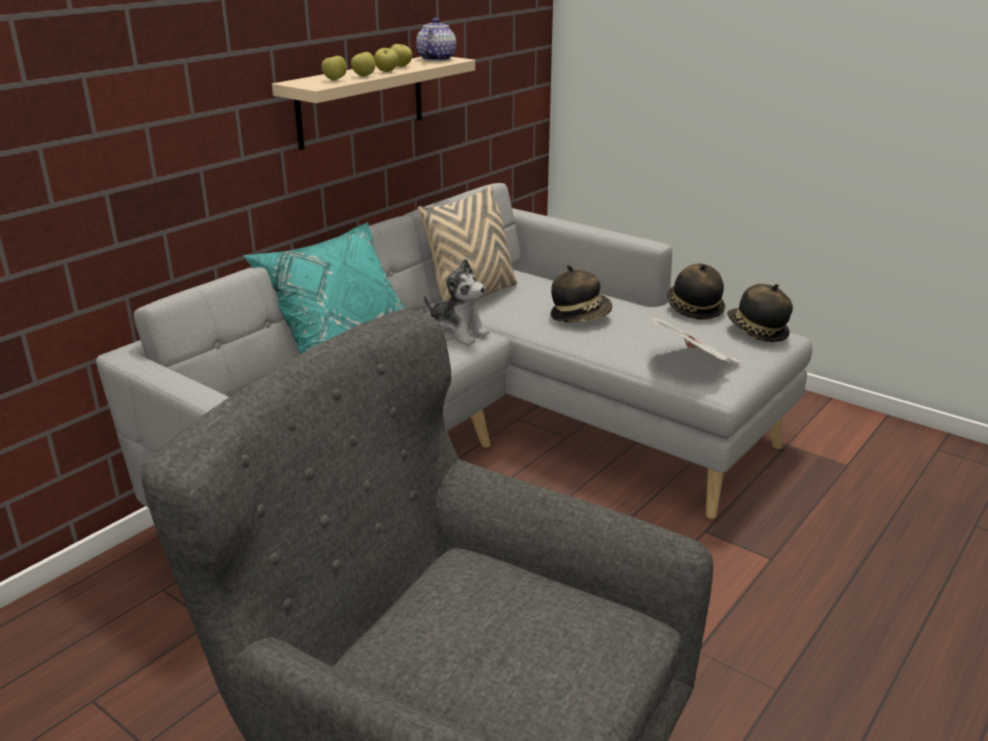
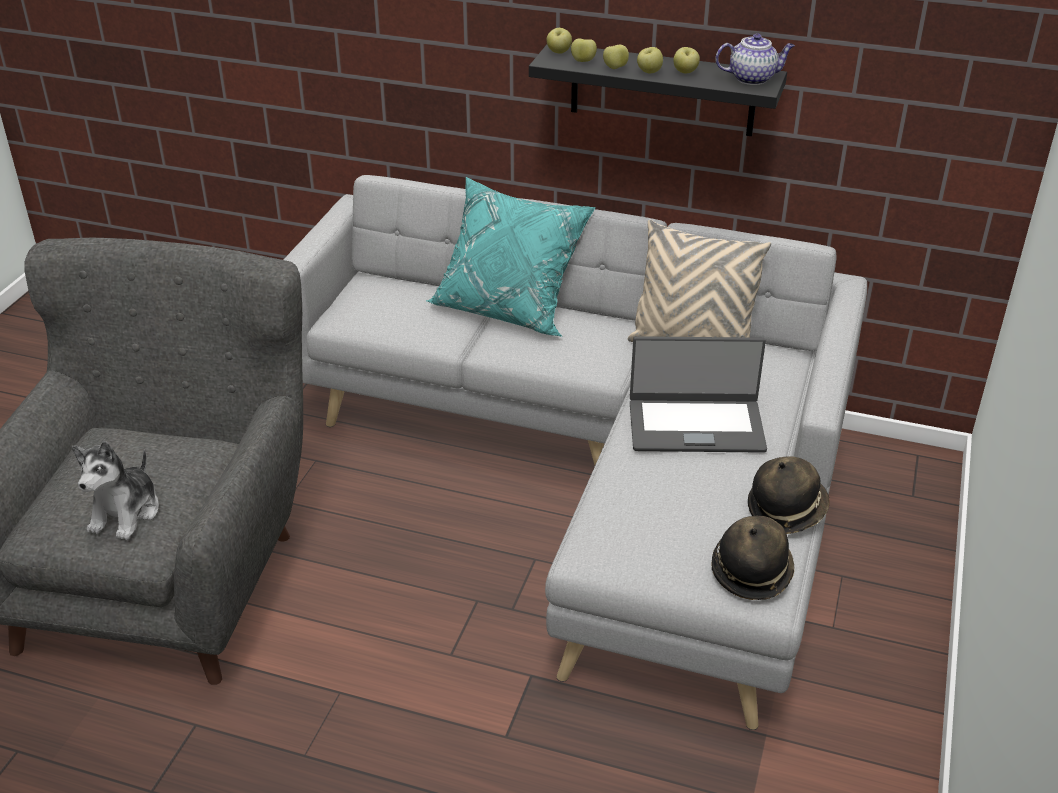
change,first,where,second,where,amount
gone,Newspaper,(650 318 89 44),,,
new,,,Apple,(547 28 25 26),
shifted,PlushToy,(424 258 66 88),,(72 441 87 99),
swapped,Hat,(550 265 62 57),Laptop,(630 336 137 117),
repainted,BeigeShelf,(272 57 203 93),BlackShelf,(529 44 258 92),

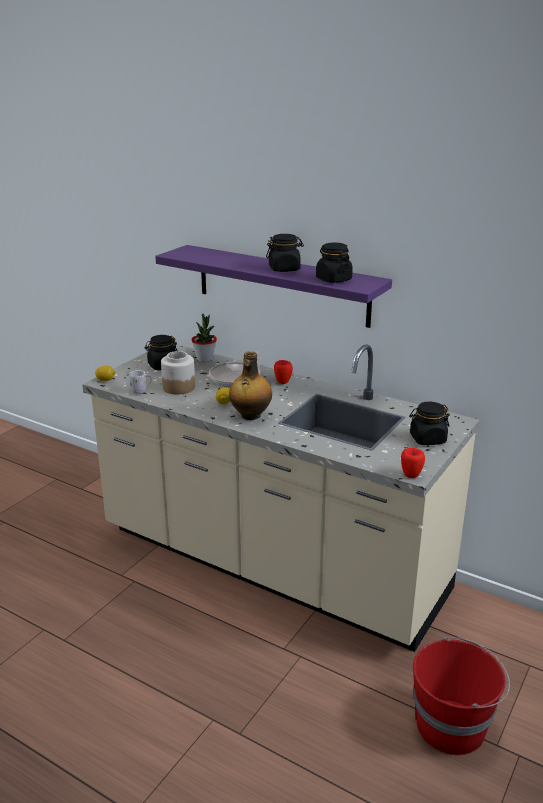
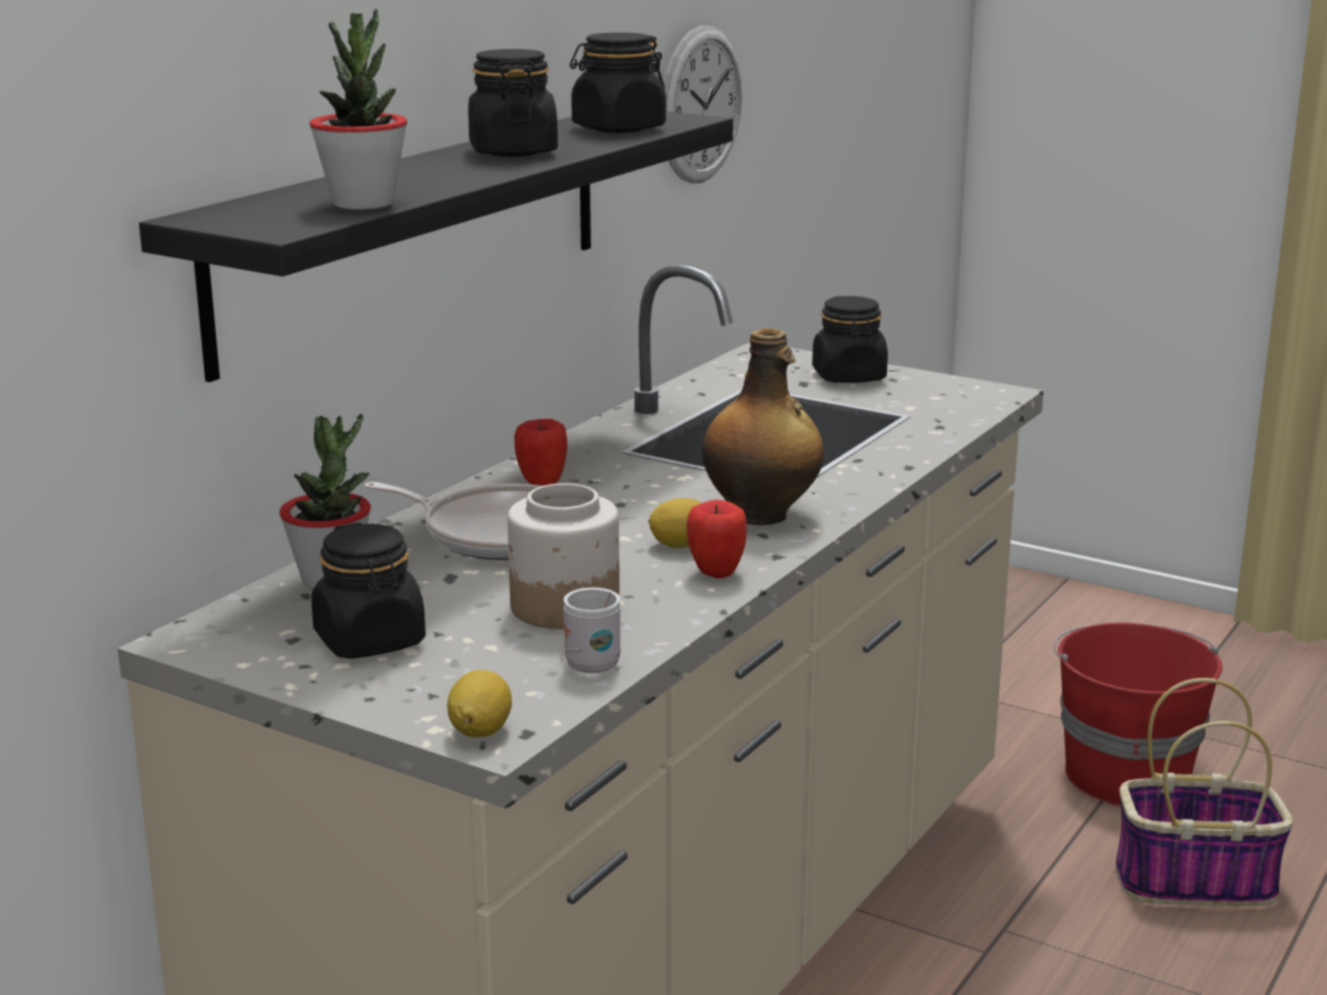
change,first,where,second,where,amount
new,,,PottedPlant,(309 9 98 201),
new,,,WallClock,(664 25 78 159),
new,,,Basket,(1116 678 177 228),
shifted,Apple,(401 448 24 30),,(687 500 60 78),
repainted,PurpleShelf,(155 245 237 83),BlackShelf,(139 111 594 271),

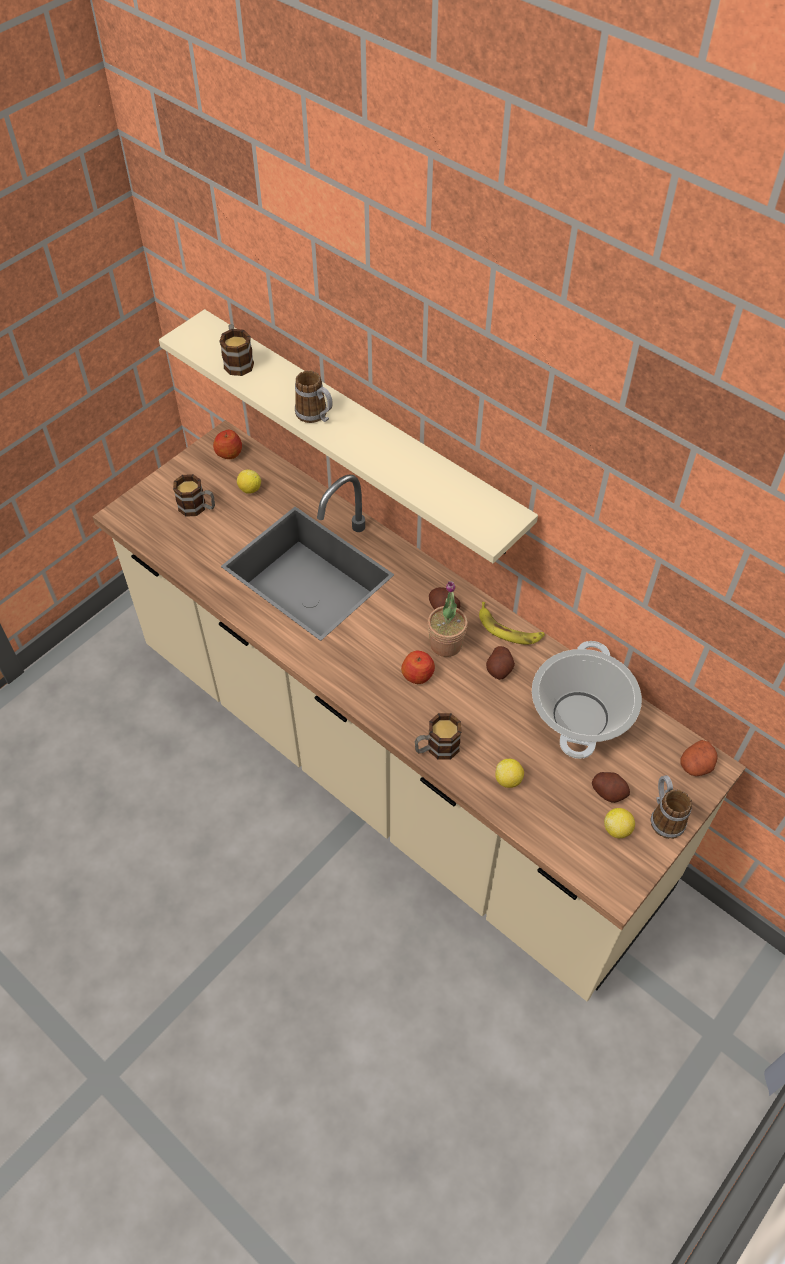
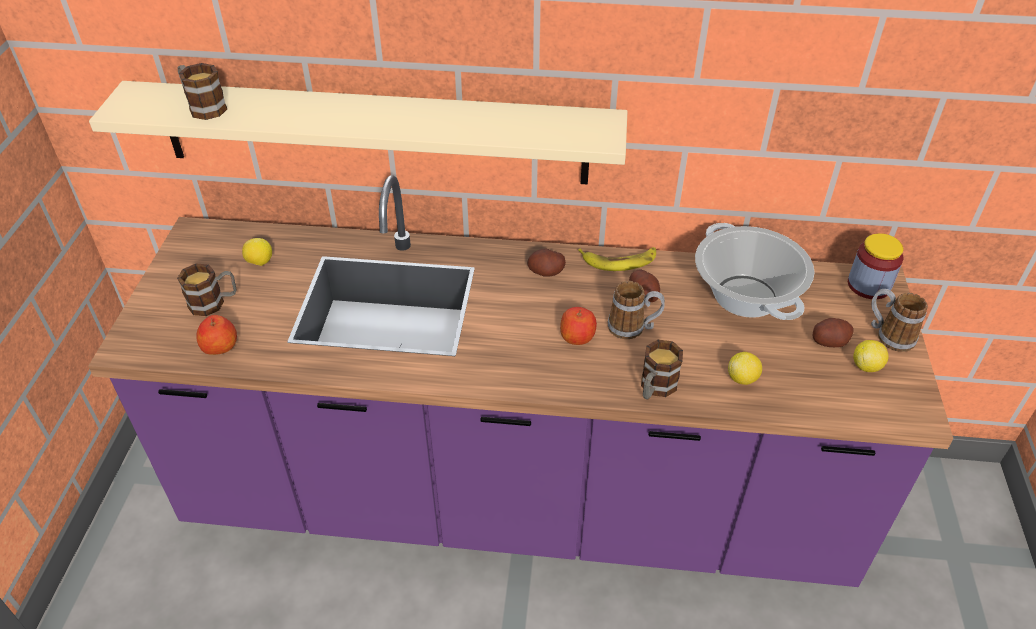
change,first,where,second,where,amount
gone,PottedPlant,(428 581 40 76),,,
shifted,Apple,(213 430 29 29),,(197 315 40 40),
shifted,Mug,(295 370 38 53),,(608 281 57 58),
swapped,Potato,(680 740 38 36),Jar,(848 233 55 66),
repainted,BeigeCounter,(92 420 654 581),PurpleCounter,(88 175 865 412),

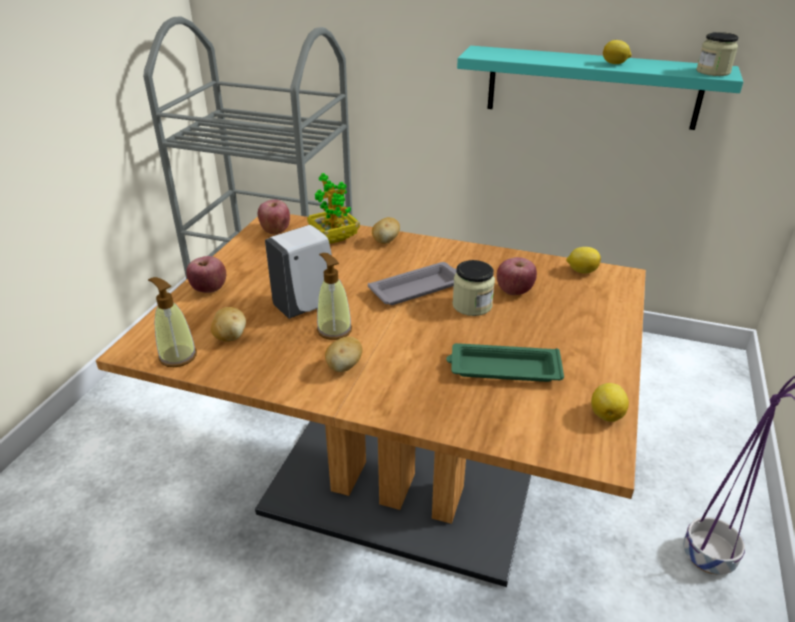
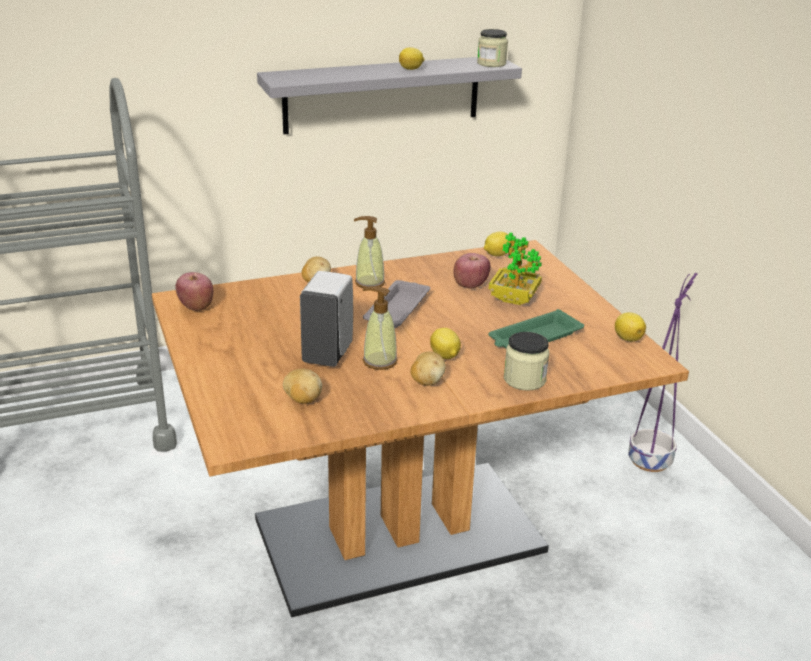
change,first,where,second,where,amount
gone,Apple,(186 256 40 37),,,
new,,,Lemon,(430 328 31 31),
shifted,SoapDispenser,(148 277 49 90),,(354 216 31 72),
shifted,PottedPlant,(307 173 53 71),,(489 233 53 72),
shifted,Jar,(452 260 43 56),,(504 332 45 59),
repainted,TurquoiseShelf,(457 46 286 84),GreyShelf,(257 57 265 77),

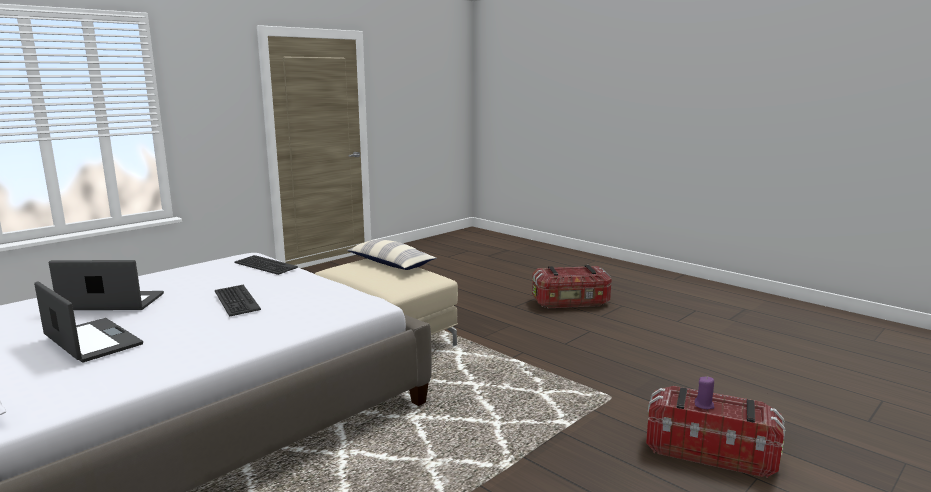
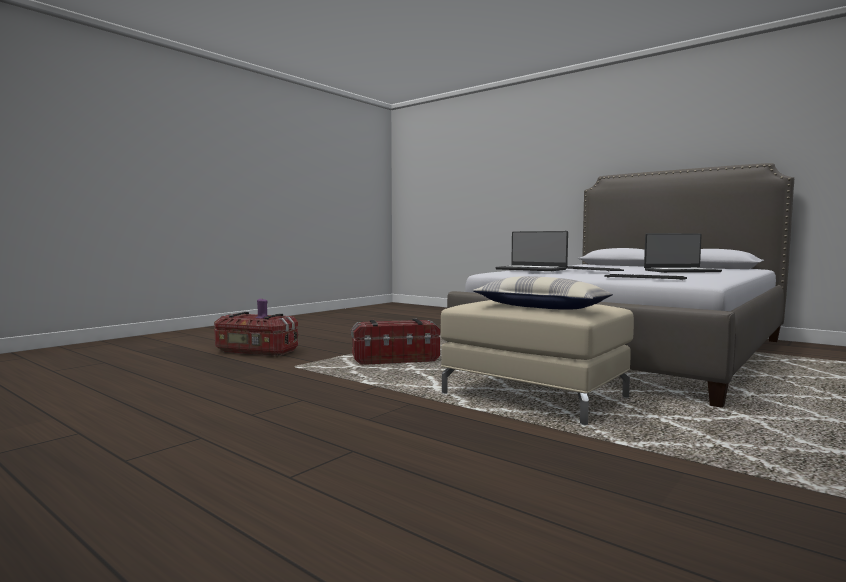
change,first,where,second,where,amount
shifted,Laptop,(34 281 109 81),,(496 231 72 40),
shifted,StorageBox,(532 265 80 43),,(351 319 89 46),

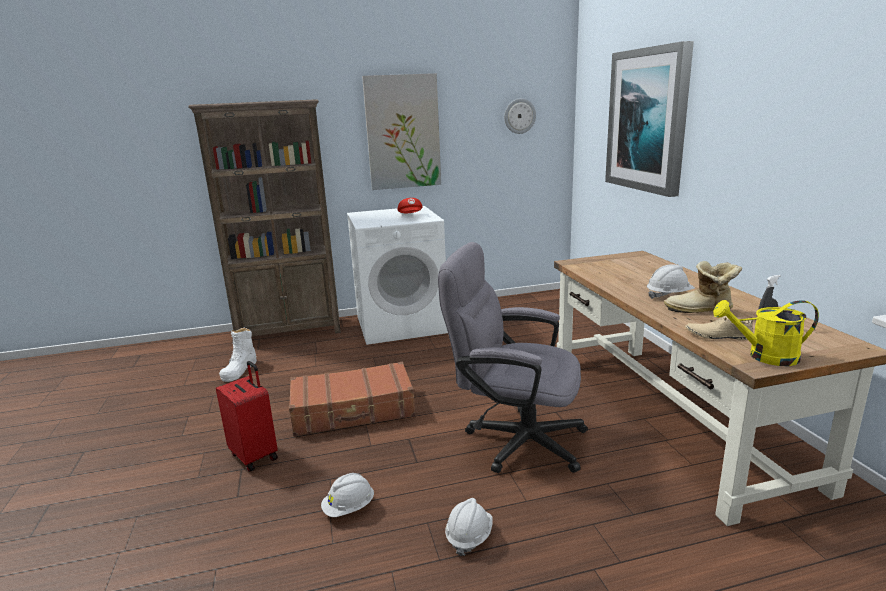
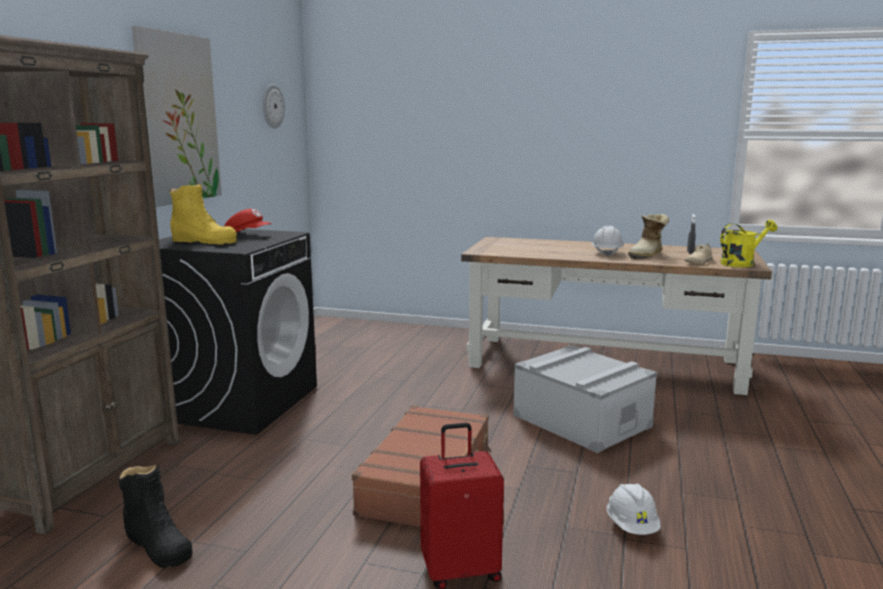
change,first,where,second,where,amount
gone,WhiteHardHat,(445 498 48 58),,,
gone,Picture,(605 41 89 156),,,
new,,,YellowBoot,(170 184 67 61),
swapped,GreyOfficeChair,(438 242 150 231),GreyStorageBox,(513 345 144 108),
repainted,WhiteBoot,(219 327 38 55),BlackBoot,(118 464 75 104),
repainted,WhiteWashingMachine,(347 206 101 139),BlackWashingMachine,(159 229 158 206),
rotated,YellowWateringCan,(713 300 106 66),,(720 220 57 47),150 degrees counterclockwise

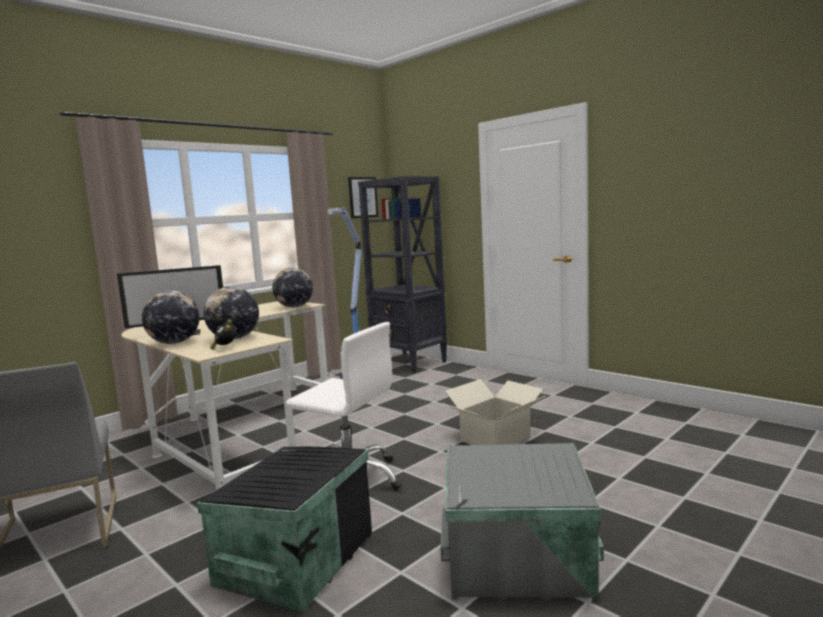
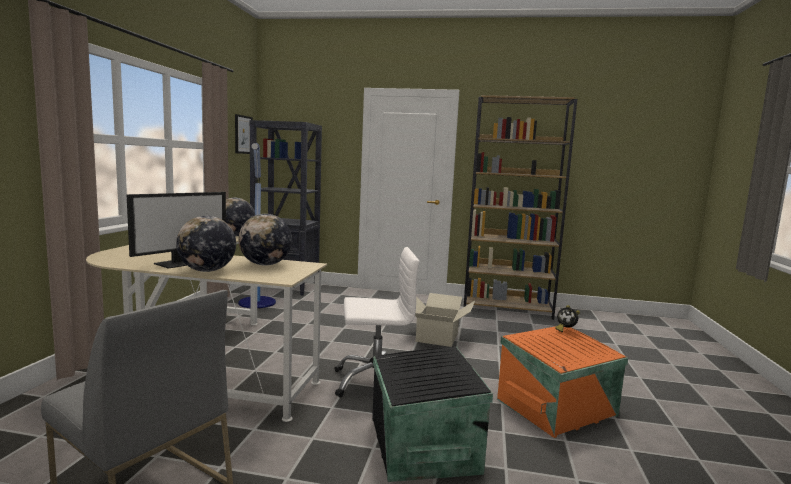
change,first,where,second,where,amount
new,,,BrownBookcase,(463 95 114 225),
shifted,AlarmClock,(210 319 26 31),,(555 305 25 27),
repainted,GreyStorageBox,(440 443 164 157),OrangeStorageBox,(497 326 131 112),

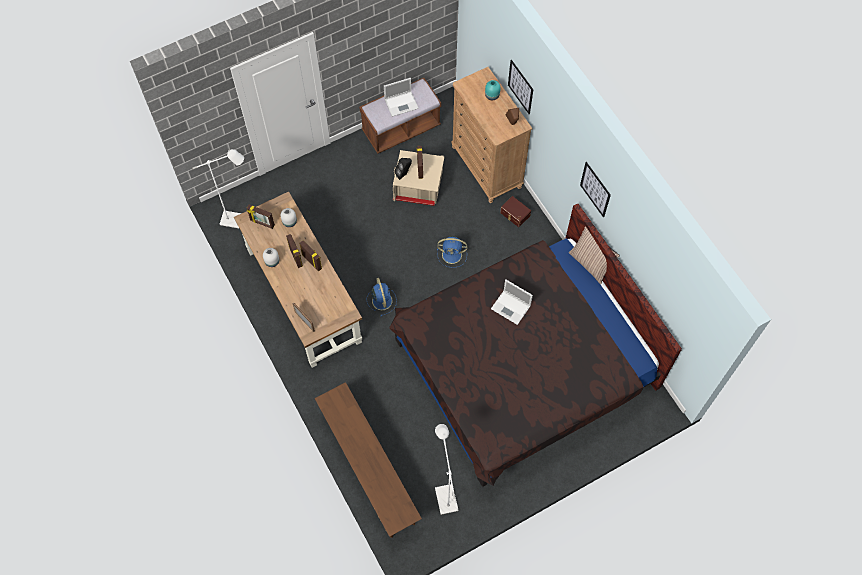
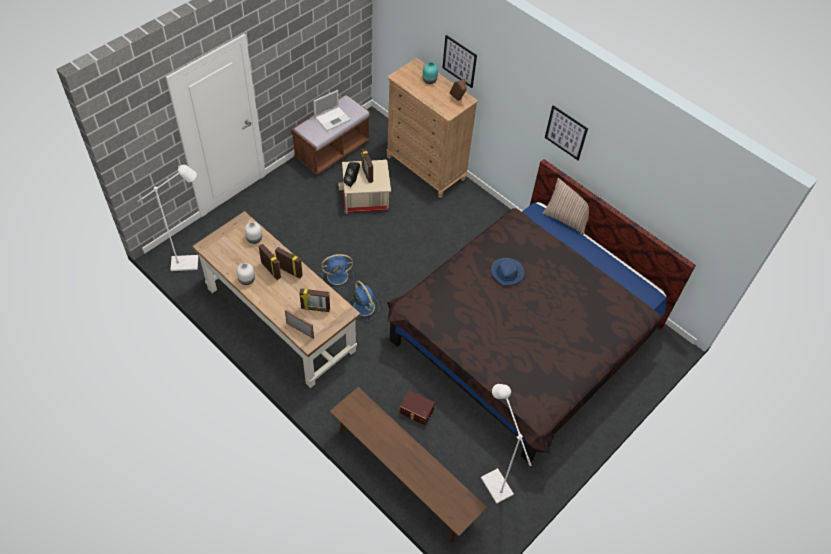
change,first,where,second,where,amount
shifted,PictureFrame,(247 205 28 24),,(299 288 31 24),
shifted,BlueFan,(437 236 30 32),,(321 254 33 35),
shifted,BrownStorageBox,(500 196 31 31),,(399 390 36 35),
swapped,Laptop,(491 280 42 45),BlueHat,(491 258 33 28),

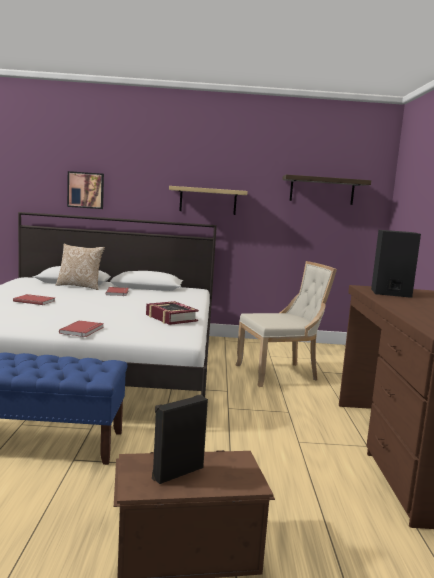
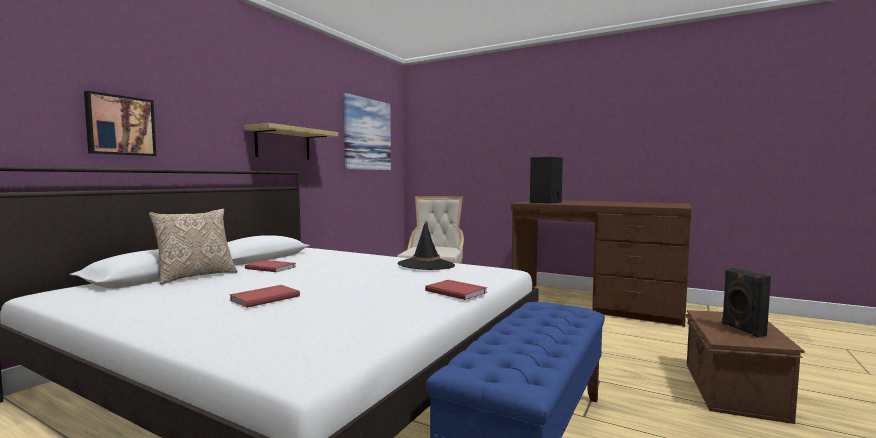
change,first,where,second,where,amount
swapped,Book,(146 301 53 24),BlackHat,(398 222 57 48),
swapped,Shelf,(282 175 89 30),Picture,(343 93 48 77),

